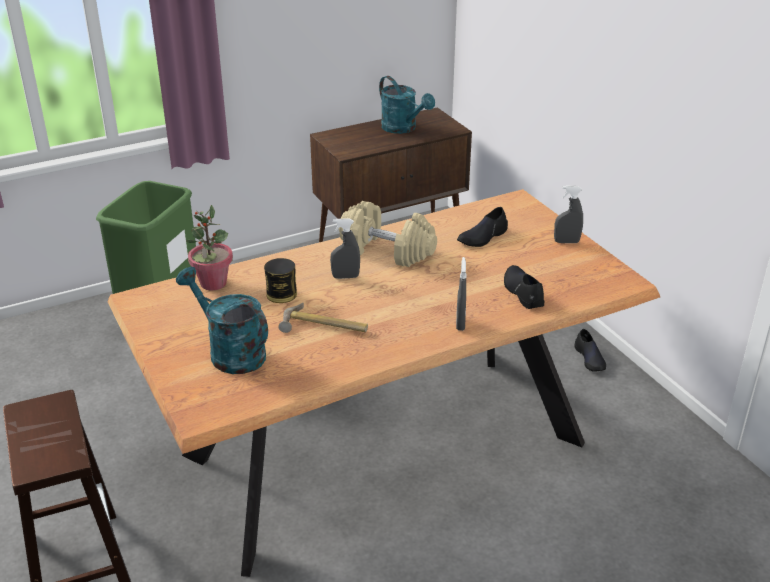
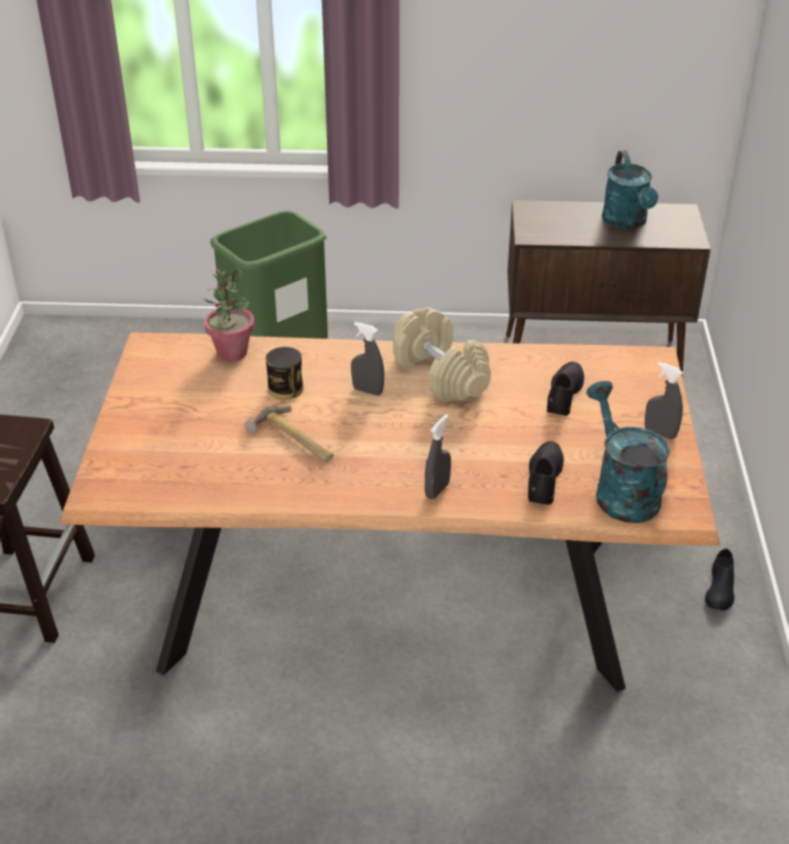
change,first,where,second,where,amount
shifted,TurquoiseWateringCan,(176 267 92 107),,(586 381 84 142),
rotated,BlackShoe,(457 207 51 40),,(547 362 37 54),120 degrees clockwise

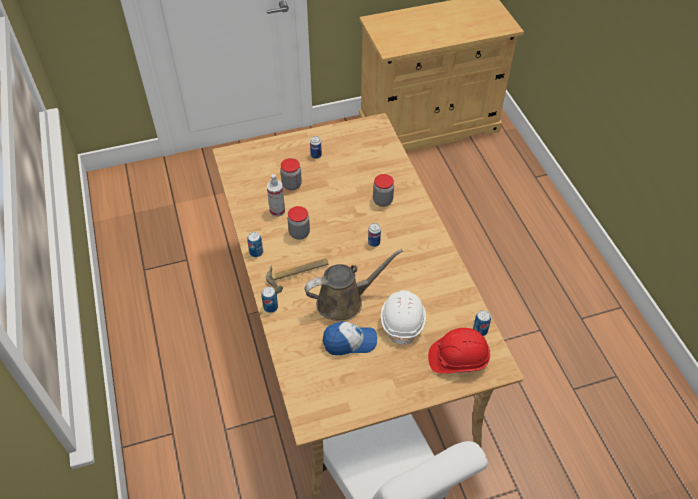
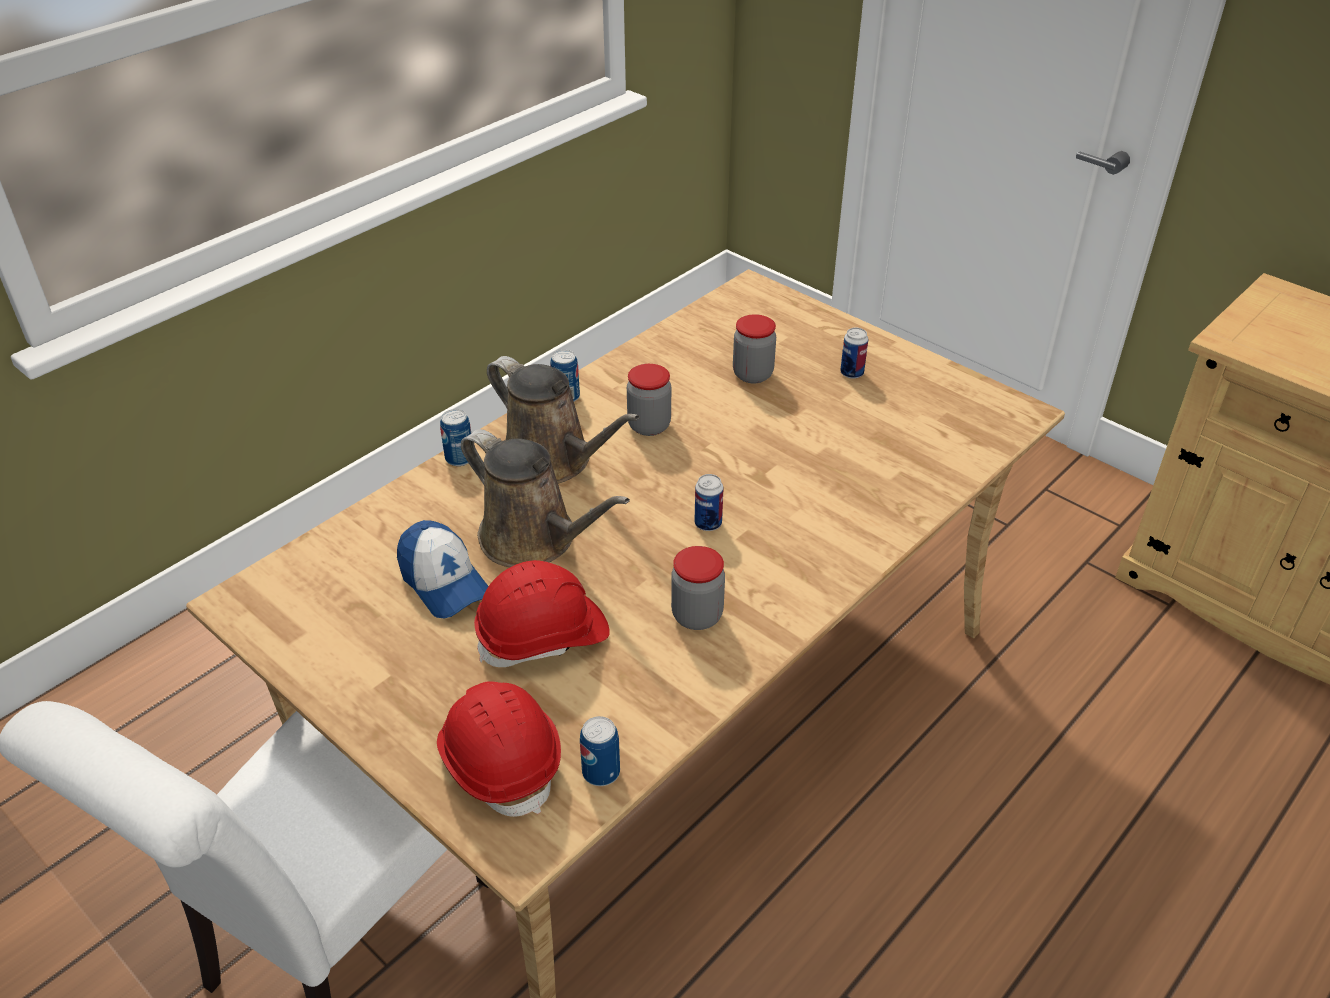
change,first,where,second,where,amount
gone,SprayBottle,(267 174 18 43),,,
shifted,Jar,(373 174 21 33),,(671 546 54 84),
swapped,Hammer,(266 258 62 36),BrownWateringCan,(487 356 153 128),
repainted,WhiteHardHat,(381 290 45 57),RedHardHat,(474 560 136 107),

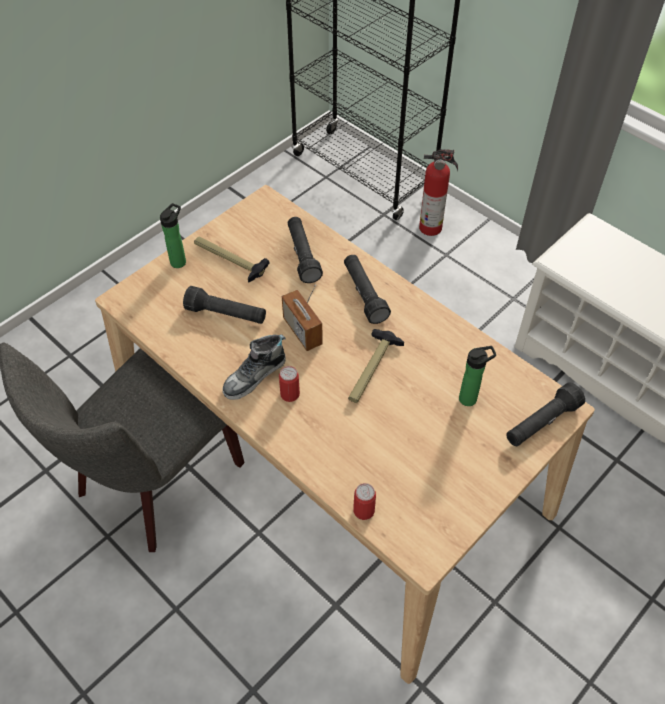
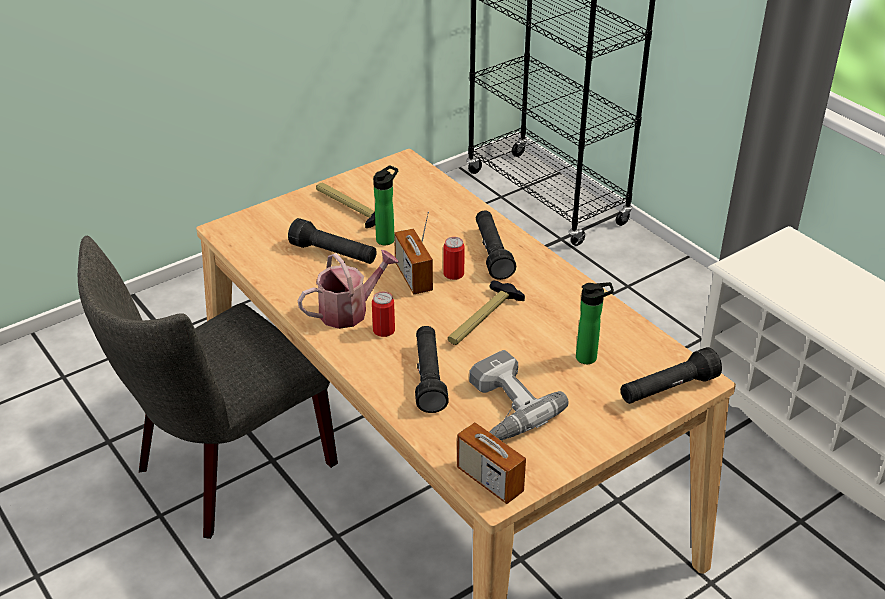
change,first,where,second,where,amount
gone,FireExtinguisher,(419 149 39 87),,,
new,,,Radio,(457 405 69 99),
new,,,PowerDrill,(469 350 100 91),
shifted,Bottle,(160 203 26 65),,(373 165 25 80),
shifted,BlackFlashlight,(288 217 35 66),,(415 326 34 87),
shifted,Can,(353 483 23 37),,(443 237 22 43),
swapped,Shoe,(222 334 64 66),WateringCan,(297 250 102 79),

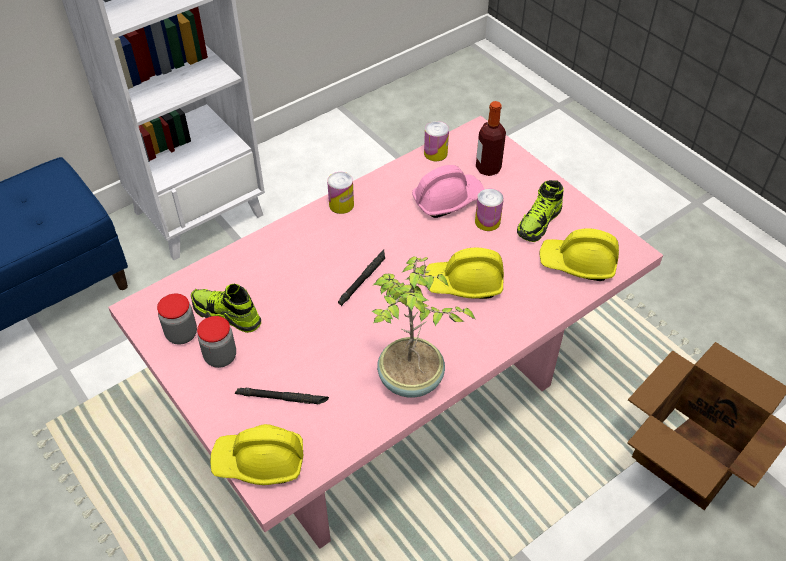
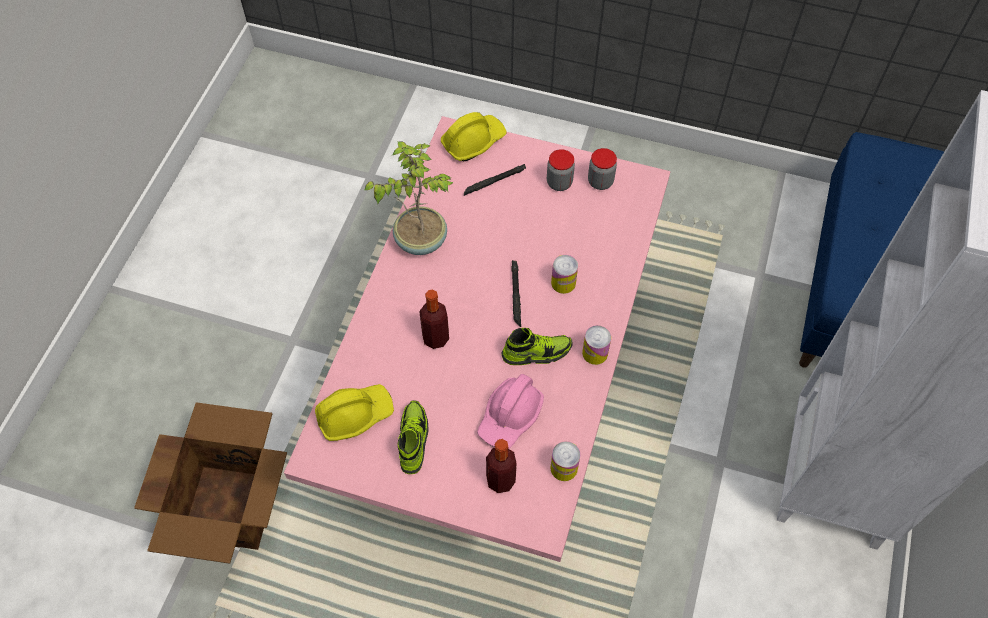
change,first,where,second,where,amount
shifted,Shoe,(191 284 70 49),,(501 328 72 37),
shifted,Can,(475 189 29 42),,(551 255 27 39),
swapped,YellowHardHat,(425 248 79 51),Bottle,(419 289 30 60),

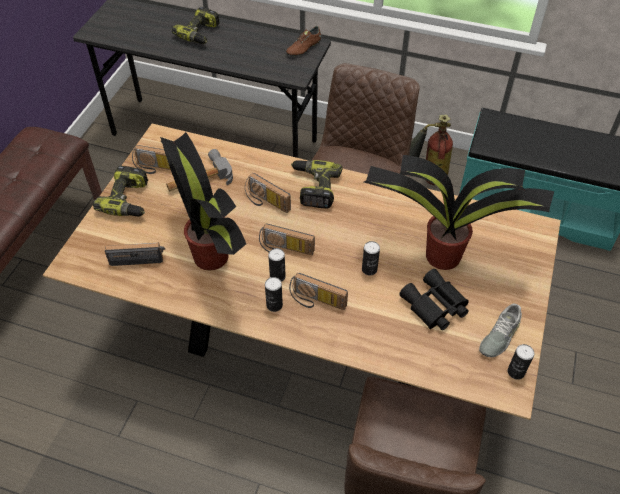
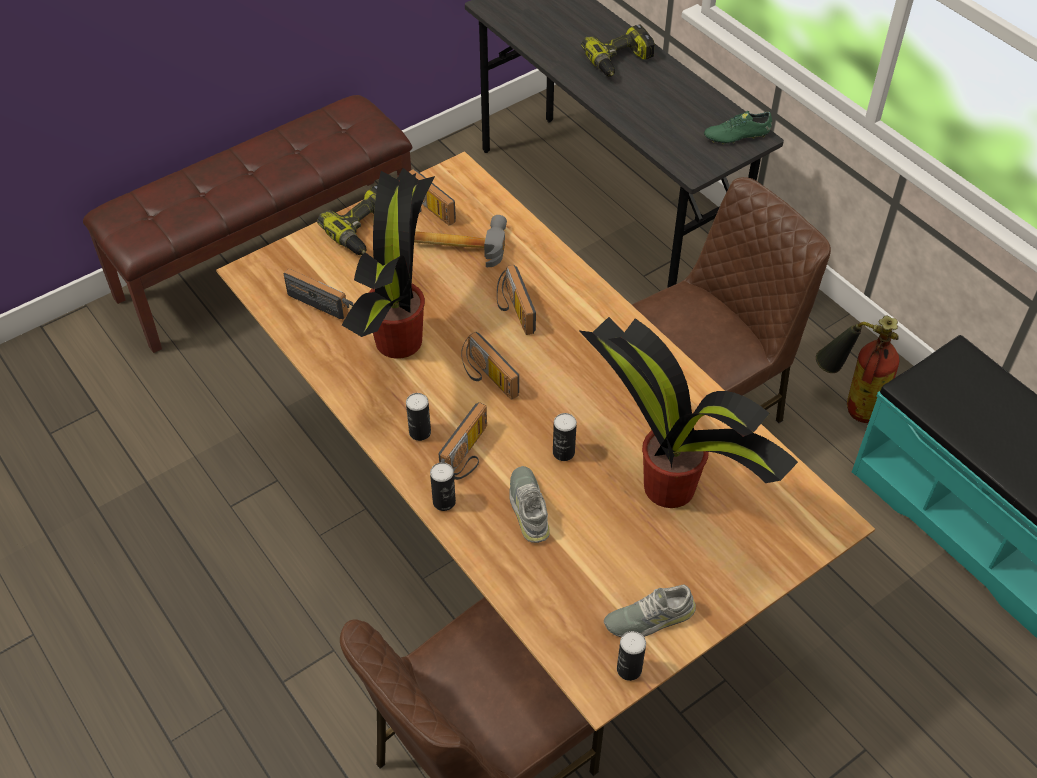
change,first,where,second,where,amount
gone,PowerDrill,(291 160 51 48),,,
gone,BlackBinoculars,(399 269 70 61),,,
new,,,GreyShoe,(509 466 41 77),
shifted,Can,(268 248 18 34),,(430 462 26 49),
repainted,BrownShoe,(286 26 35 31),GreenShoe,(704 111 68 33),
rotated,Radio,(289 273 59 37),,(439 402 48 78),120 degrees counterclockwise

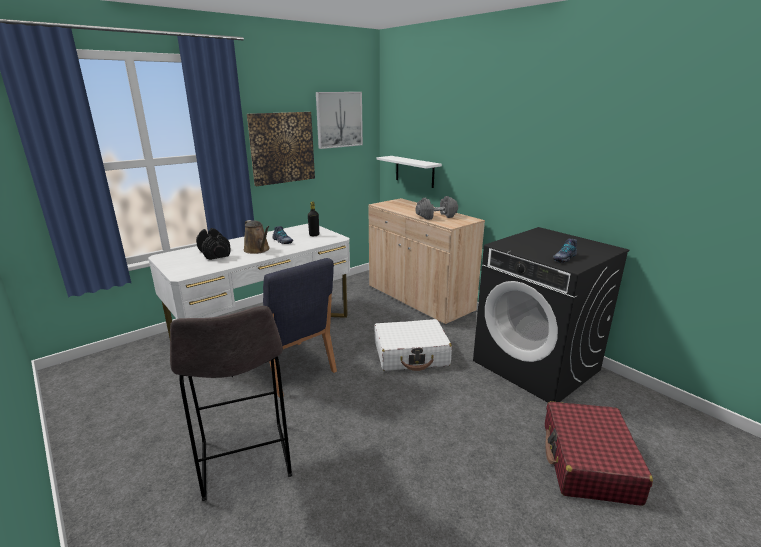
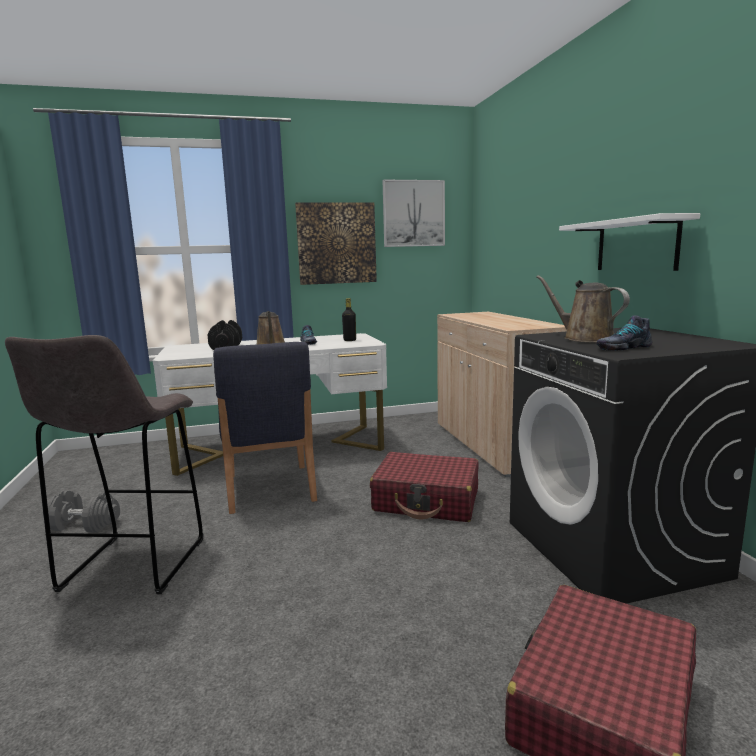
change,first,where,second,where,amount
new,,,BrownWateringCan,(536 275 94 67),
shifted,WhiteShelf,(377 156 65 32),,(559 213 141 58),
shifted,GreyDumbbell,(415 196 43 24),,(43 491 77 41),
repainted,WhiteSuitcase,(375 319 77 52),RedSuitcase,(370 452 109 70),

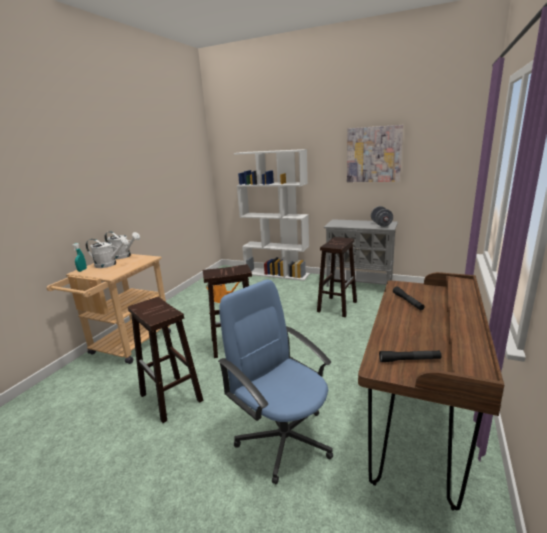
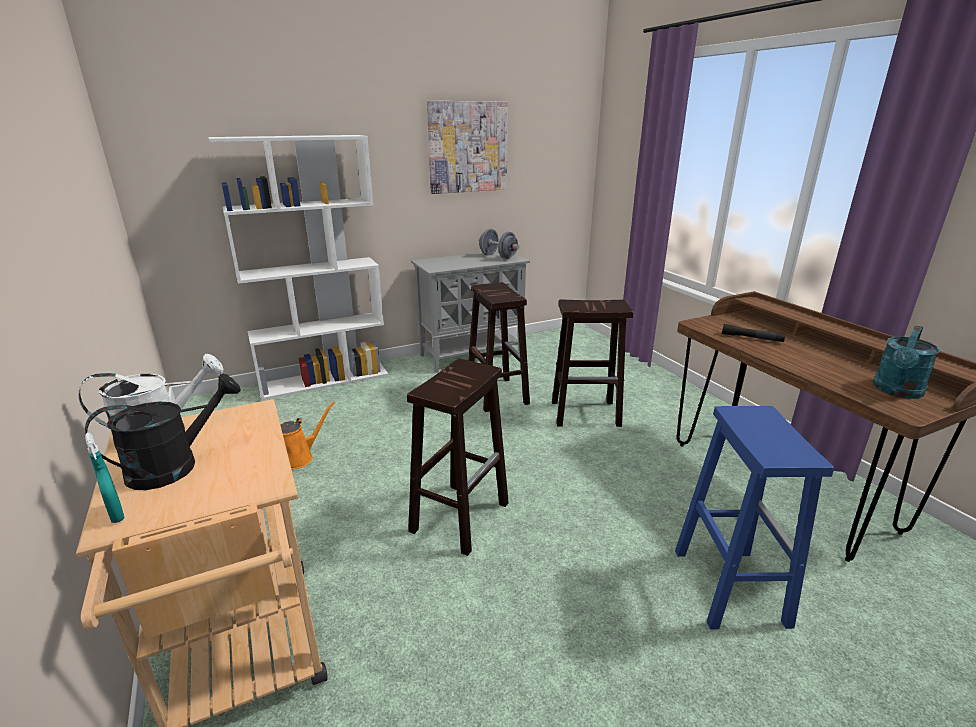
change,first,where,second,where,amount
shifted,BrownStool,(128 297 75 126),,(552 299 81 128),
swapped,BlueOfficeChair,(218 280 115 204),BlueStool,(675 406 159 223),
swapped,BlackFlashlight,(379 350 62 12),TurquoiseWateringCan,(872 326 68 73),
repainted,WhiteWateringCan,(86 238 43 30),BlackWateringCan,(85 374 156 116),

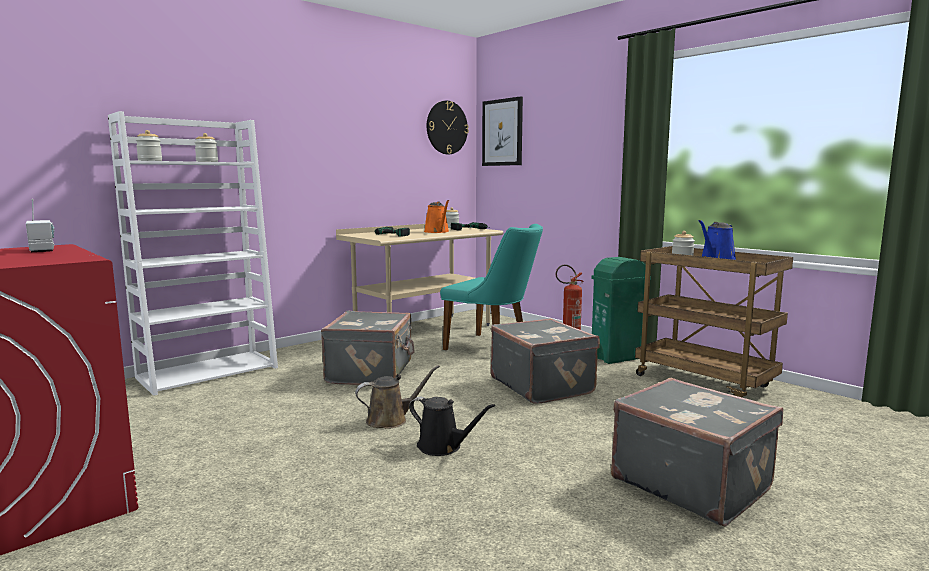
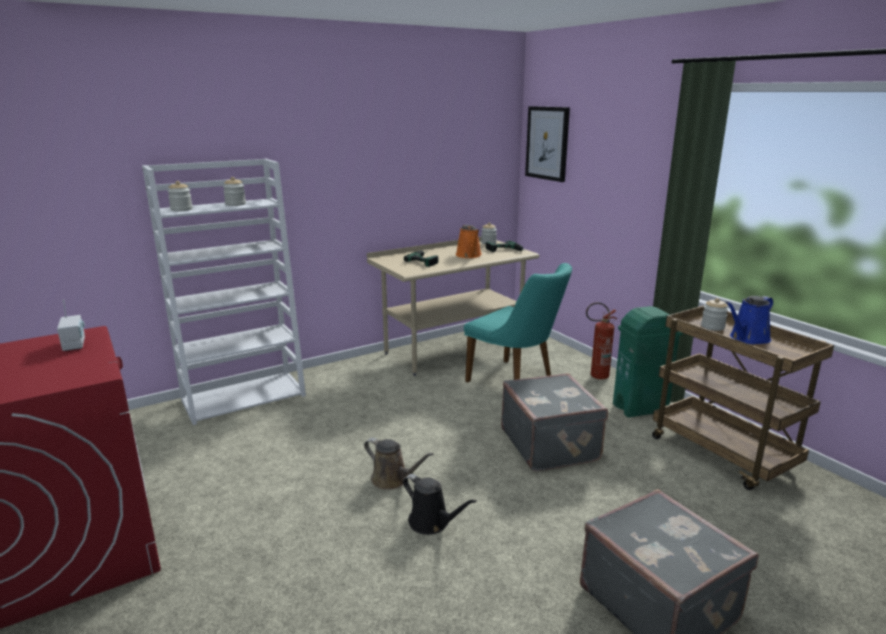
change,first,where,second,where,amount
gone,GreySuitcase,(321 311 93 74),,,
gone,WallClock,(427 101 42 53),,,
rotated,BrownWateringCan,(355 365 85 64),,(364 438 70 52),45 degrees clockwise

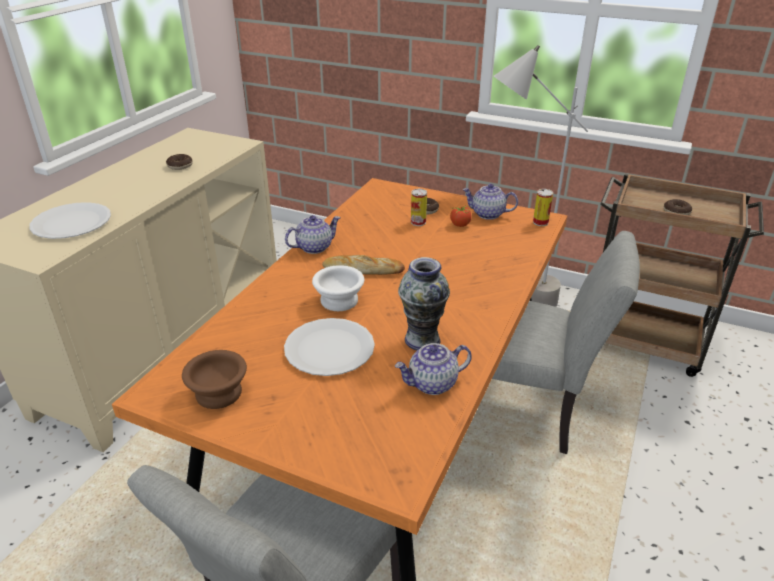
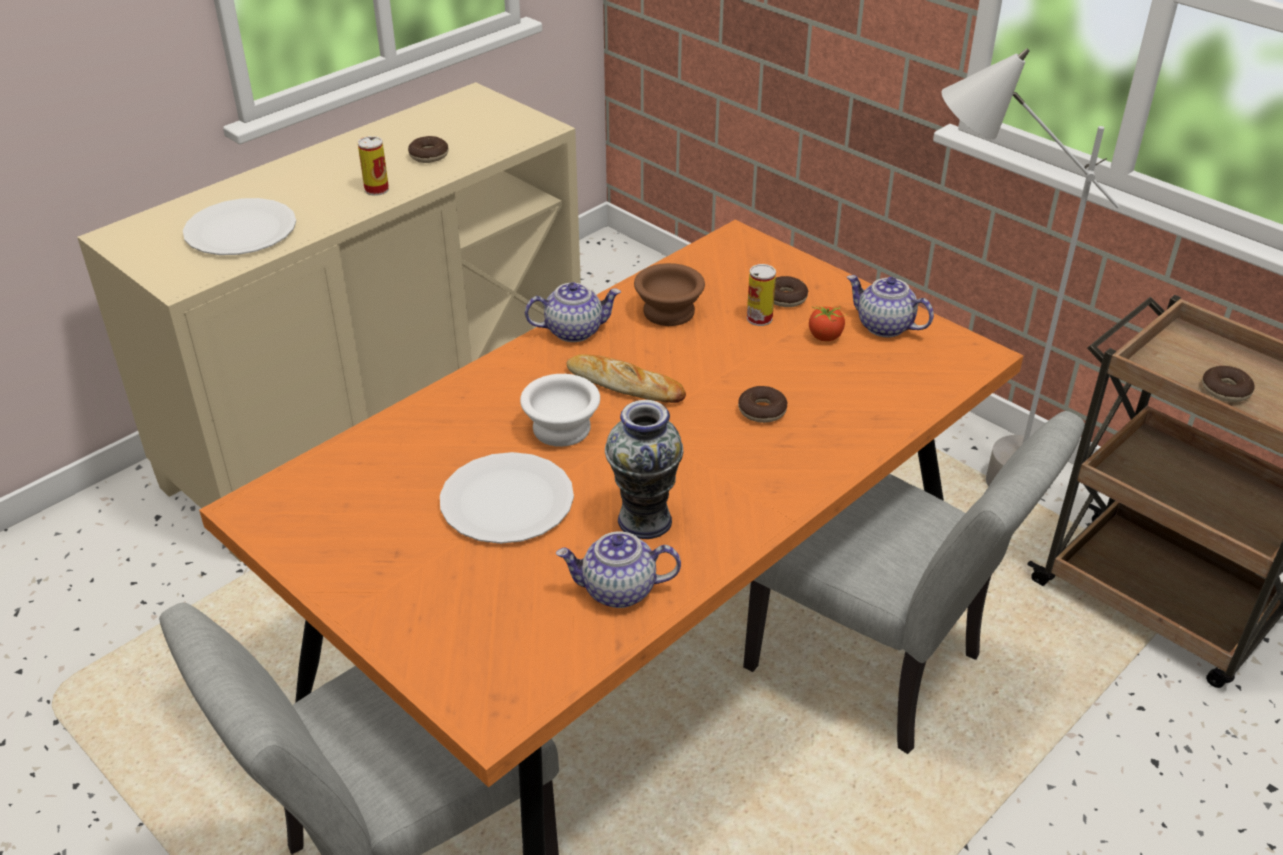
change,first,where,second,where,amount
new,,,Donut,(738 386 49 37),
shifted,BrownBowl,(182 350 65 59),,(634 263 71 63),
shifted,Can,(533 189 20 37),,(358 136 31 60),

